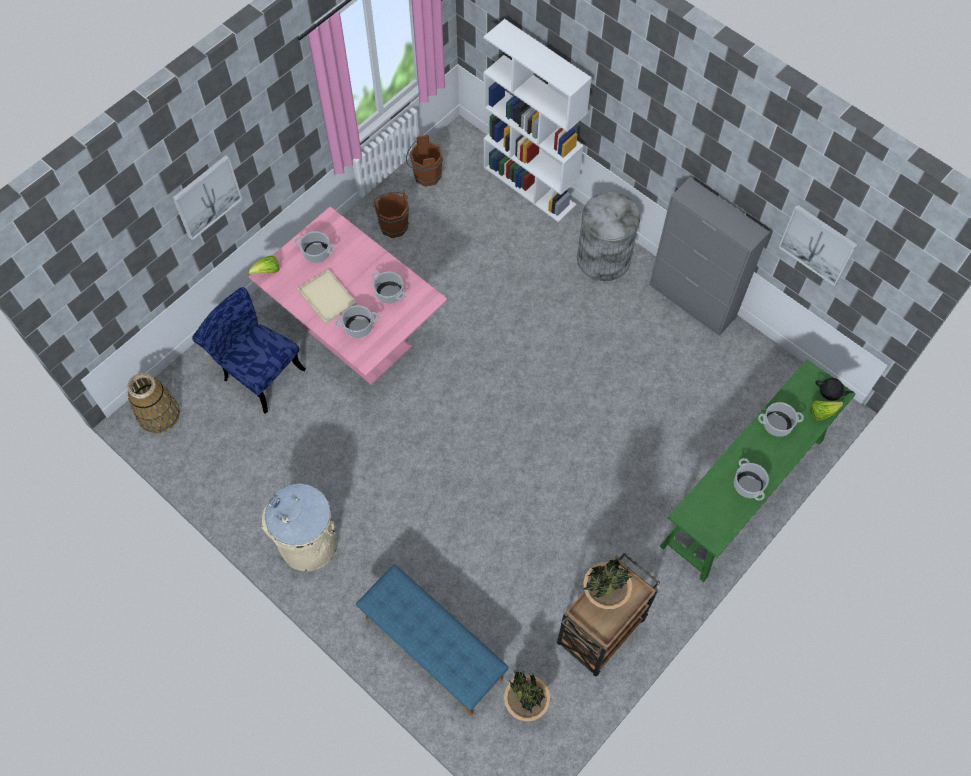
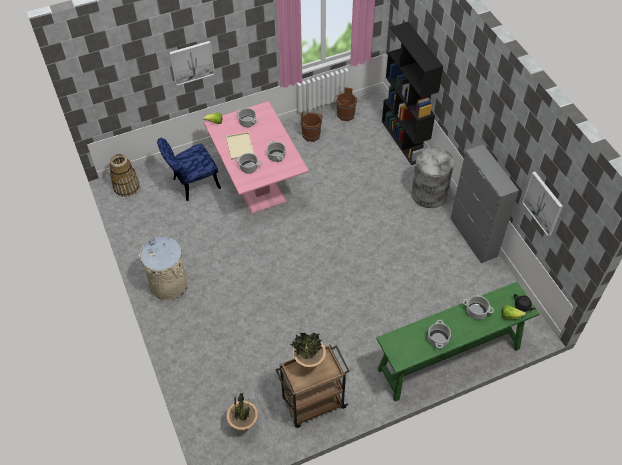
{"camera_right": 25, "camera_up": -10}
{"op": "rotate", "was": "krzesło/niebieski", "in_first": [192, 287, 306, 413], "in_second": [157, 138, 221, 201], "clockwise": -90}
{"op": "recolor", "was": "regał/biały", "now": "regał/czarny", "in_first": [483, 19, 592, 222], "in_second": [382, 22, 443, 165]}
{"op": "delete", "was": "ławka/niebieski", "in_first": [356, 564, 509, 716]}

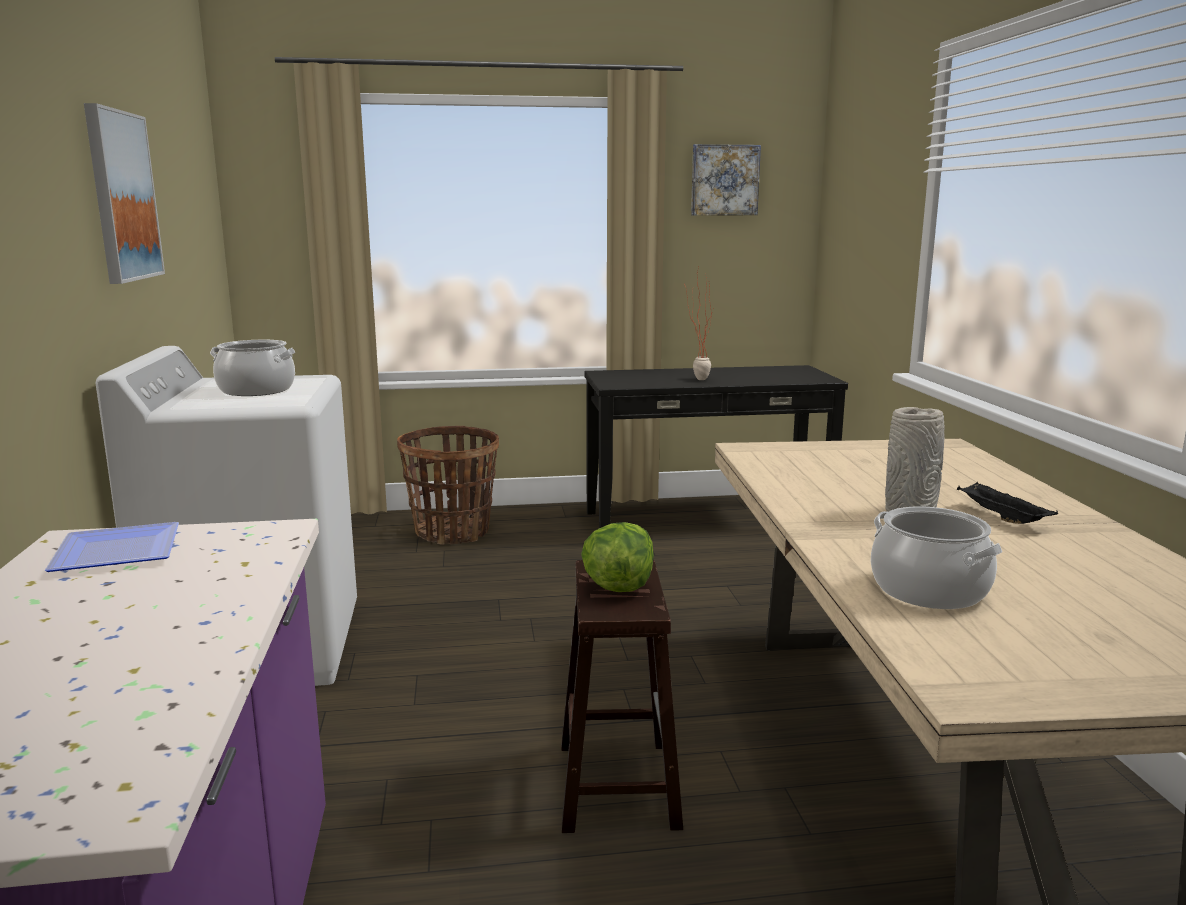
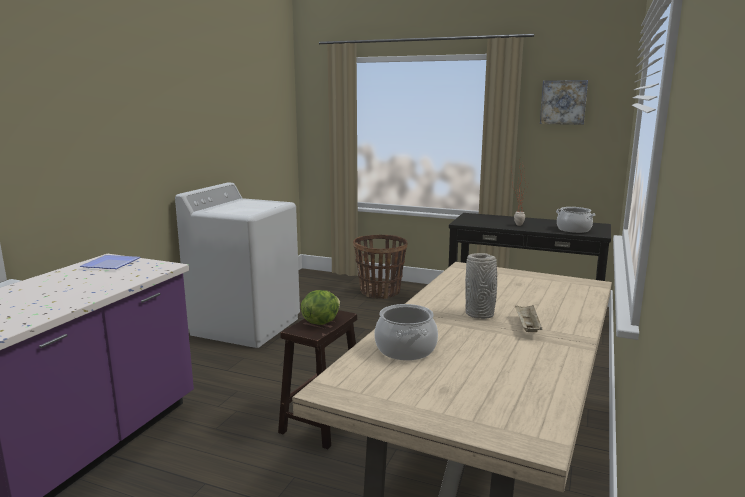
{"camera_right": 30, "camera_up": 0}
{"op": "recolor", "was": "taca/czarny", "now": "taca/beżowy", "in_first": [957, 482, 1058, 524], "in_second": [515, 305, 542, 332]}
{"op": "move", "was": "garnek", "in_first": [210, 340, 296, 396], "in_second": [556, 207, 595, 233]}
{"op": "delete", "was": "obraz", "in_first": [84, 103, 165, 284]}

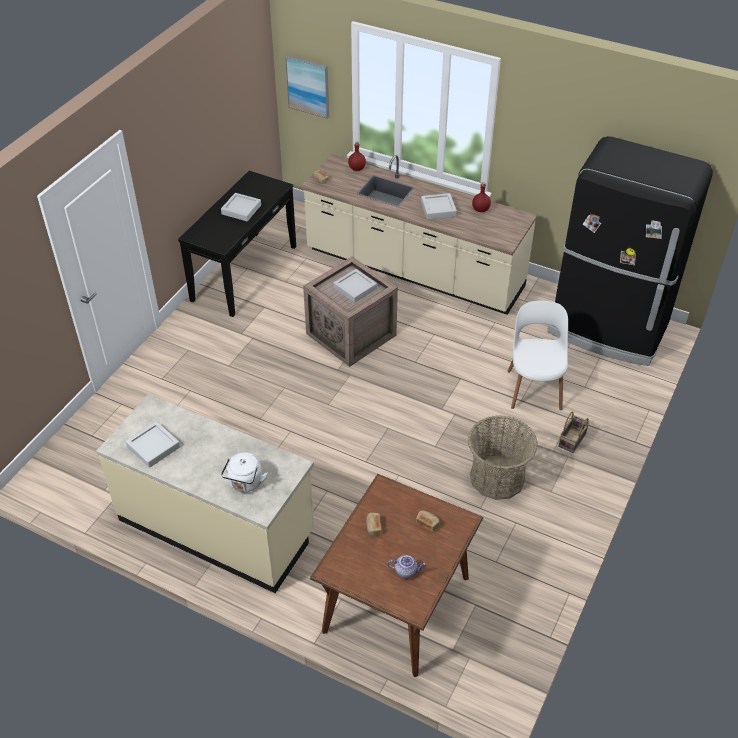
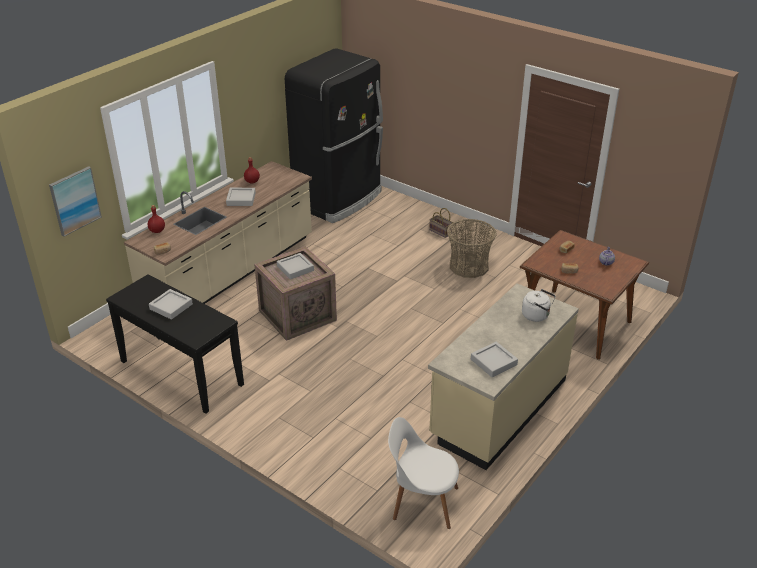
{"camera_right": -80, "camera_up": -10}
{"op": "move", "was": "krzesło/biały", "in_first": [508, 301, 568, 410], "in_second": [388, 417, 459, 529]}

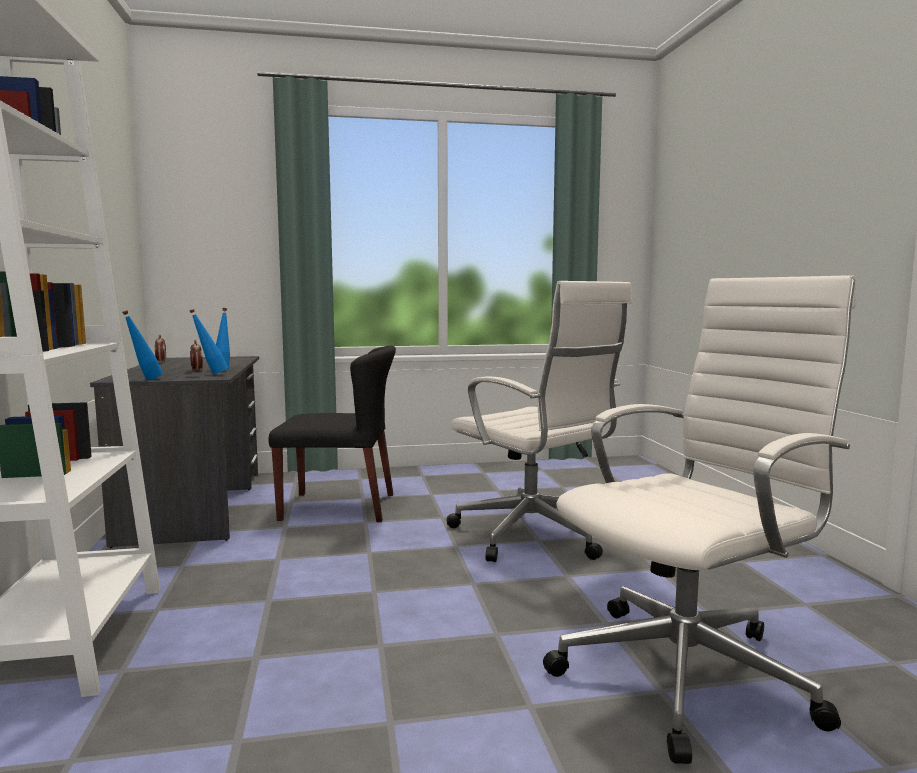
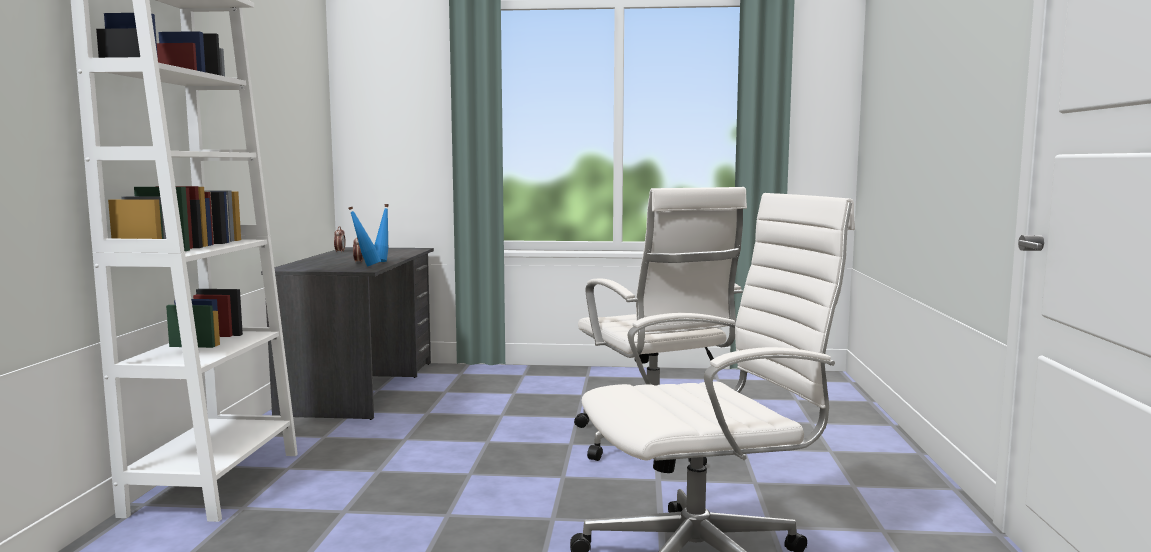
{"camera_right": 15, "camera_up": 0}
{"op": "delete", "was": "butelka/niebieski", "in_first": [122, 310, 163, 380]}
{"op": "delete", "was": "krzesło/czarny", "in_first": [268, 346, 396, 522]}

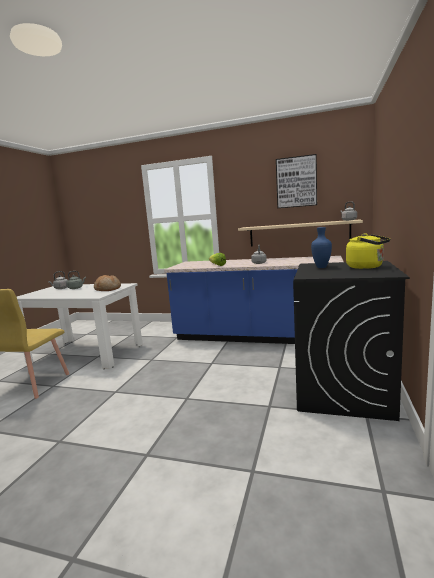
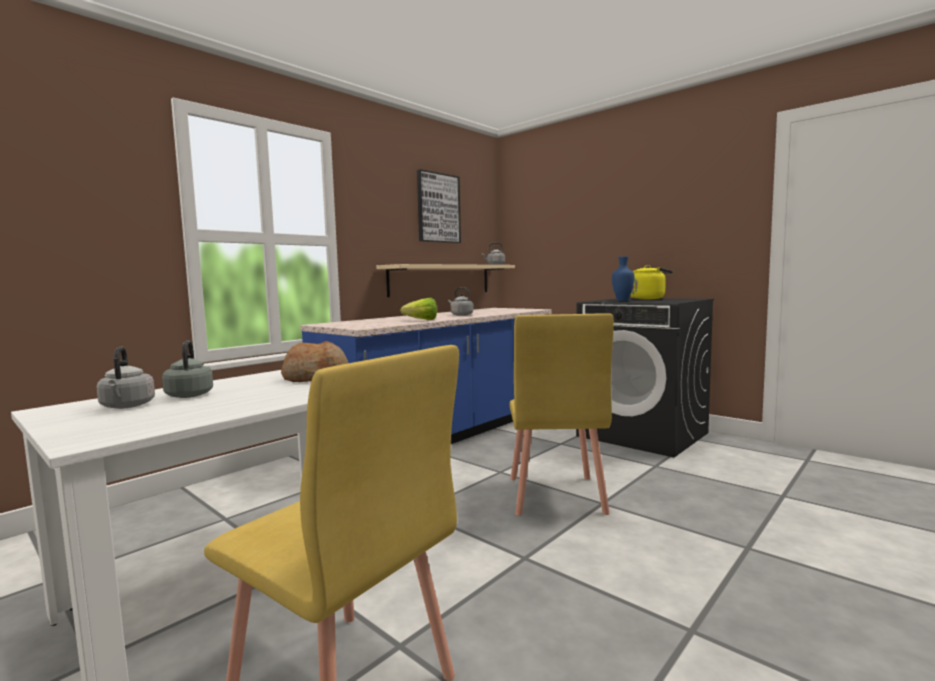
{"camera_right": -65, "camera_up": -5}
{"op": "insert", "now": "krzesło/żółty", "in_second": [509, 313, 614, 516]}

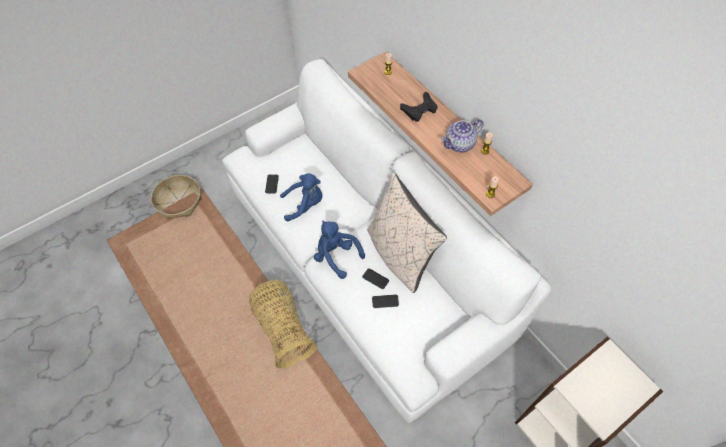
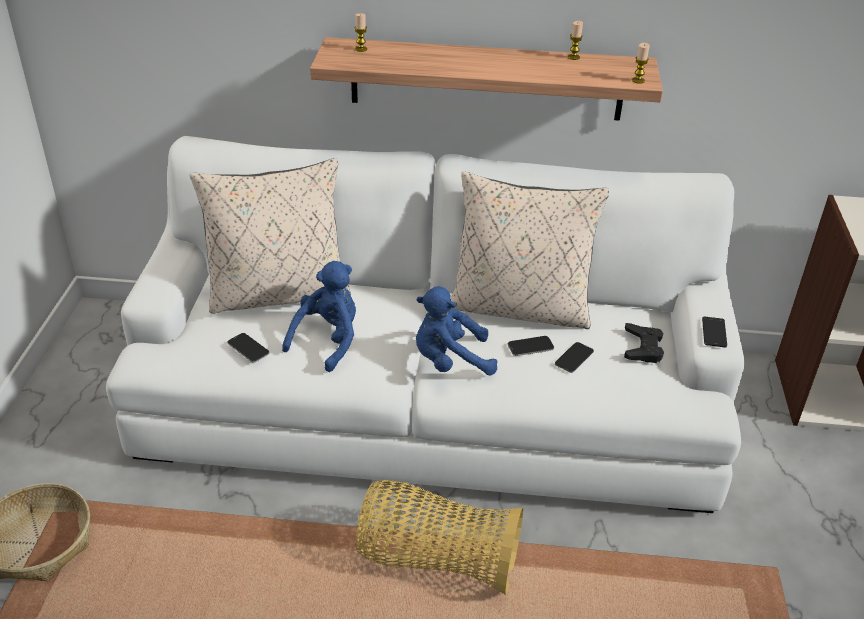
{"camera_right": -50, "camera_up": -20}
{"op": "insert", "now": "poduszka/beżowy", "in_second": [190, 158, 350, 314]}
{"op": "move", "was": "pad do gier/czarny", "in_first": [400, 92, 438, 122], "in_second": [624, 323, 664, 363]}
{"op": "insert", "now": "telefon", "in_second": [702, 316, 727, 348]}
{"op": "delete", "was": "imbryk", "in_first": [441, 119, 484, 152]}

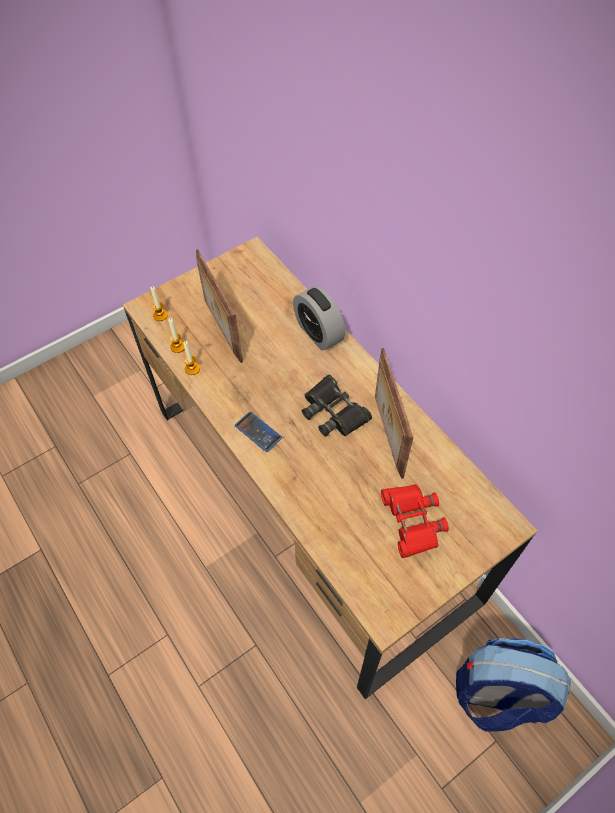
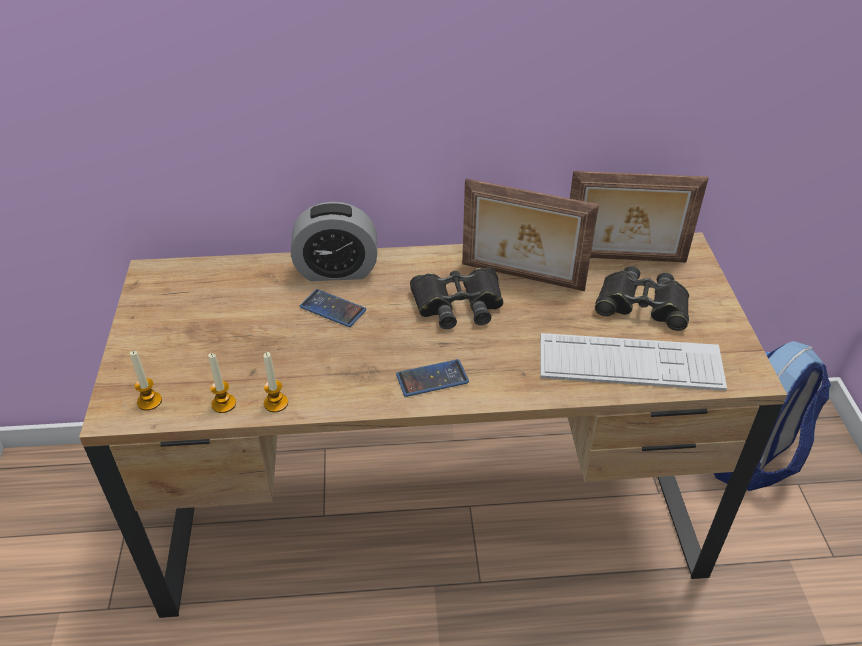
{"camera_right": -60, "camera_up": -15}
{"op": "insert", "now": "telefon", "in_second": [300, 289, 366, 327]}
{"op": "insert", "now": "klawiatura", "in_second": [540, 333, 727, 391]}
{"op": "move", "was": "ramka na zdjęcie", "in_first": [196, 249, 243, 363], "in_second": [570, 171, 709, 262]}
{"op": "recolor", "was": "lornetka/czerwony", "now": "lornetka/czarny", "in_first": [381, 484, 449, 558], "in_second": [595, 266, 689, 331]}

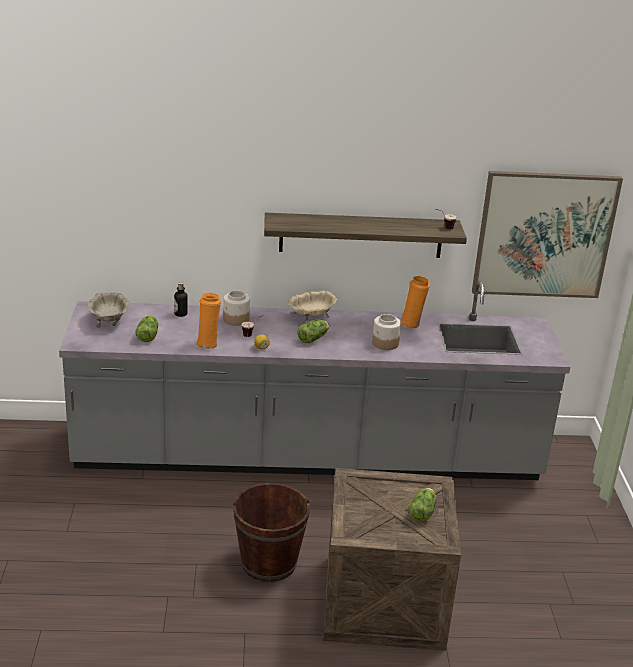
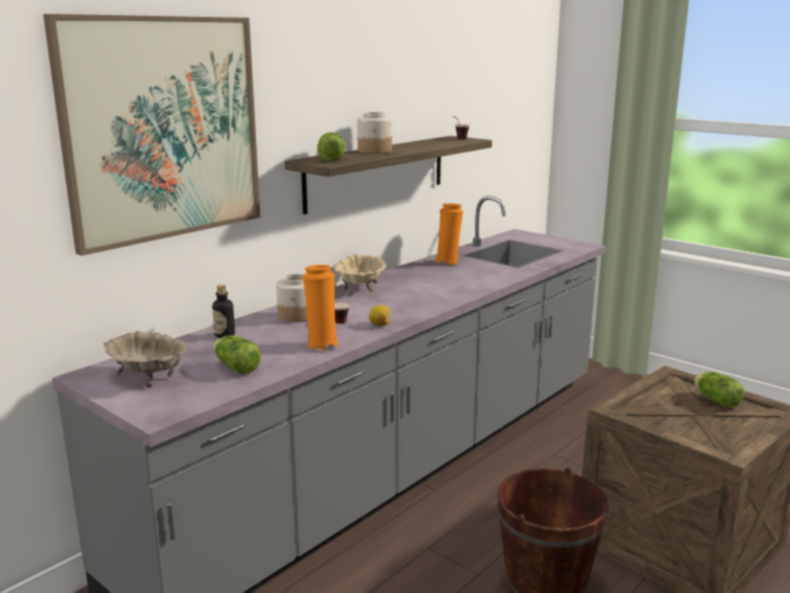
{"camera_right": -45, "camera_up": -10}
{"op": "move", "was": "obraz", "in_first": [472, 171, 623, 298], "in_second": [43, 14, 260, 256]}
{"op": "move", "was": "sałata", "in_first": [297, 320, 329, 343], "in_second": [317, 132, 346, 162]}
{"op": "move", "was": "słoik", "in_first": [372, 314, 401, 350], "in_second": [357, 112, 392, 154]}

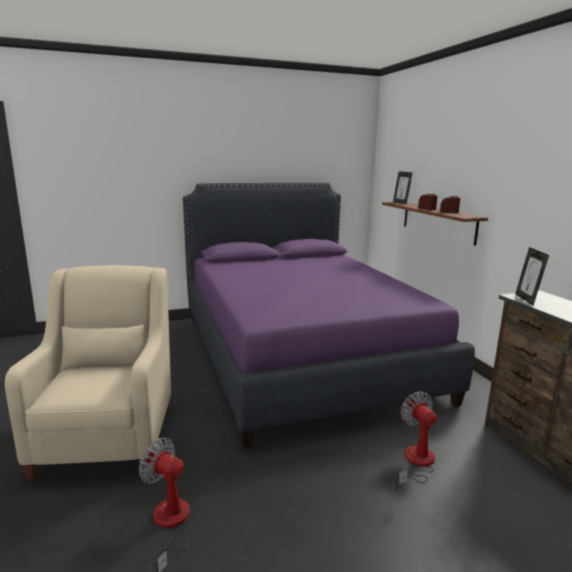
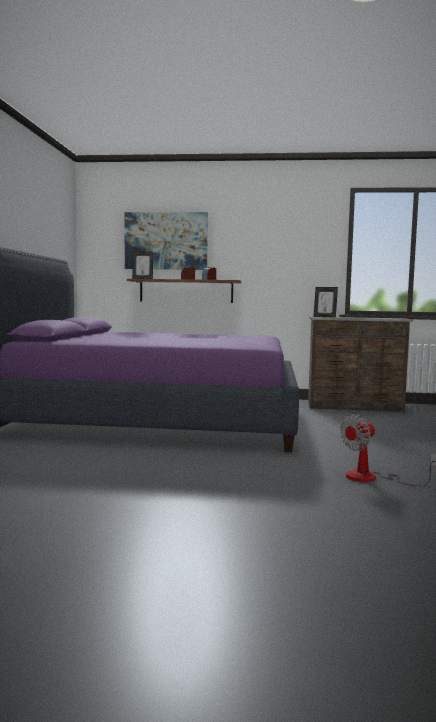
{"camera_right": -65, "camera_up": -10}
{"op": "insert", "now": "obraz", "in_second": [125, 212, 208, 270]}
{"op": "delete", "was": "fotel/beżowy", "in_first": [5, 265, 171, 480]}
{"op": "delete", "was": "wentylator", "in_first": [393, 391, 437, 492]}

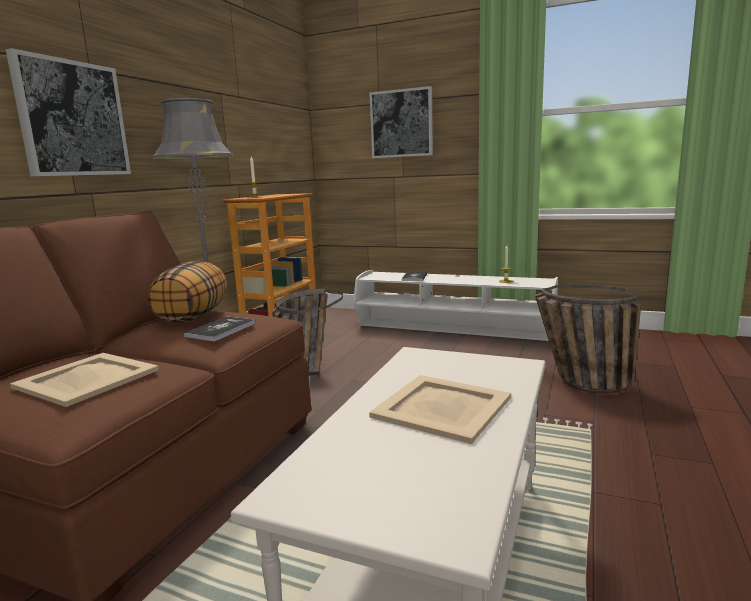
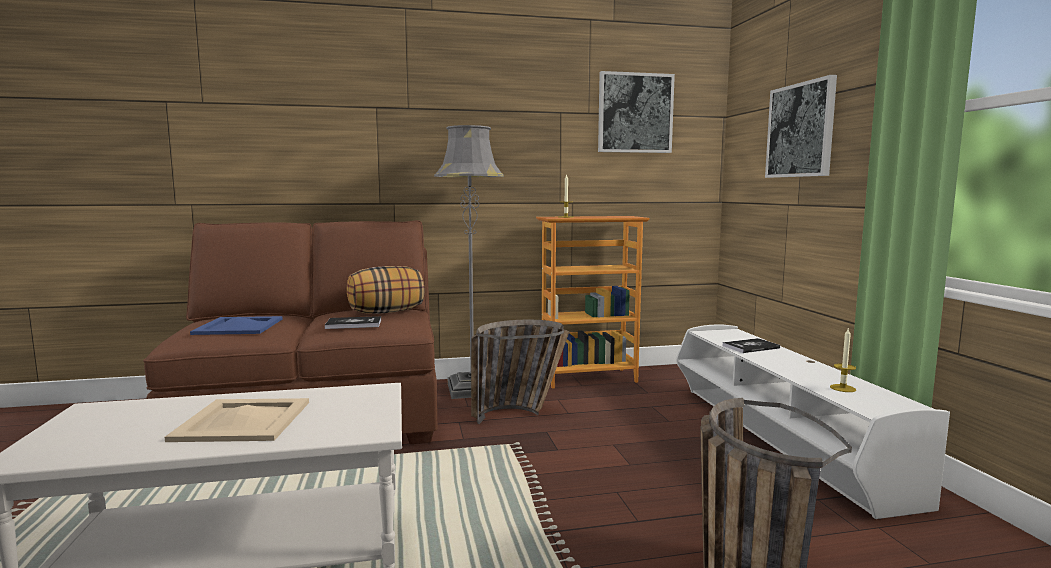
{"camera_right": 55, "camera_up": -5}
{"op": "recolor", "was": "taca/beżowy", "now": "taca/niebieski", "in_first": [10, 353, 159, 407], "in_second": [190, 316, 283, 335]}
{"op": "move", "was": "obraz", "in_first": [6, 48, 131, 176], "in_second": [598, 71, 675, 153]}

